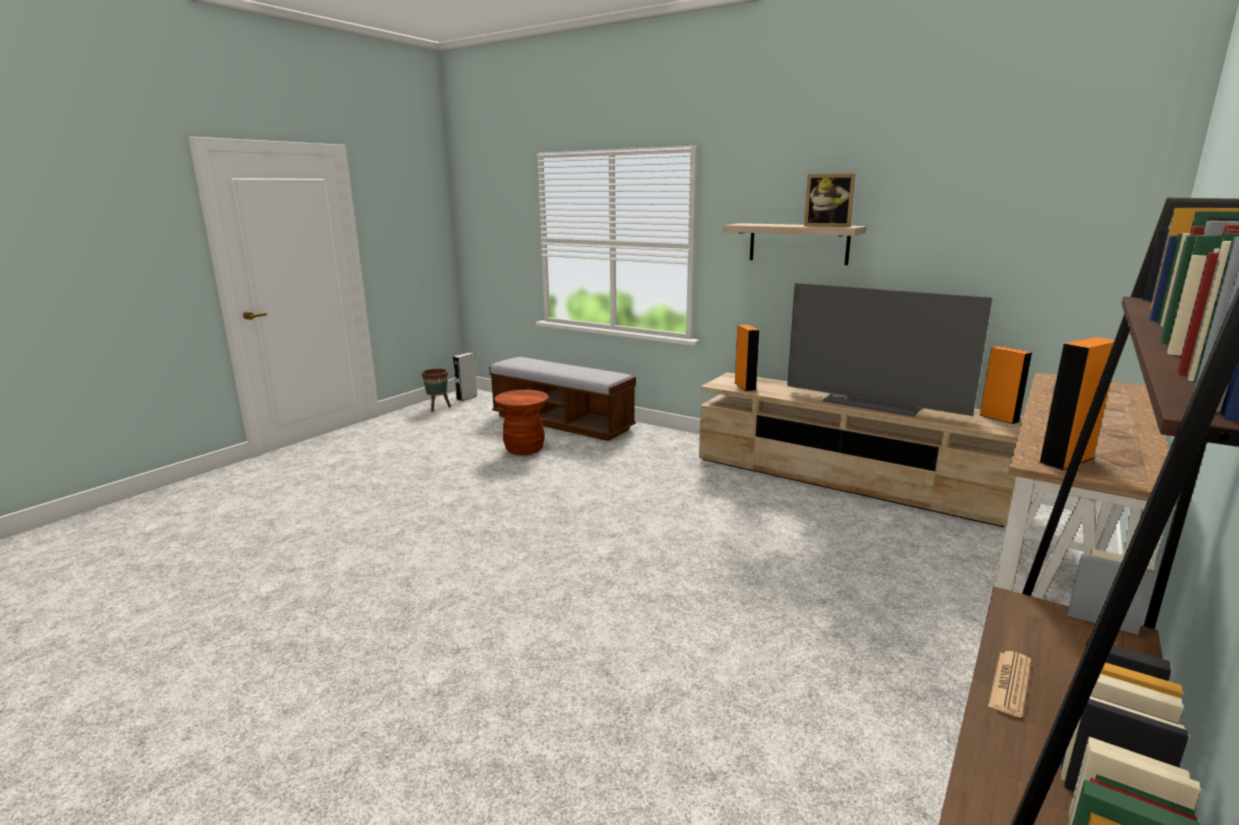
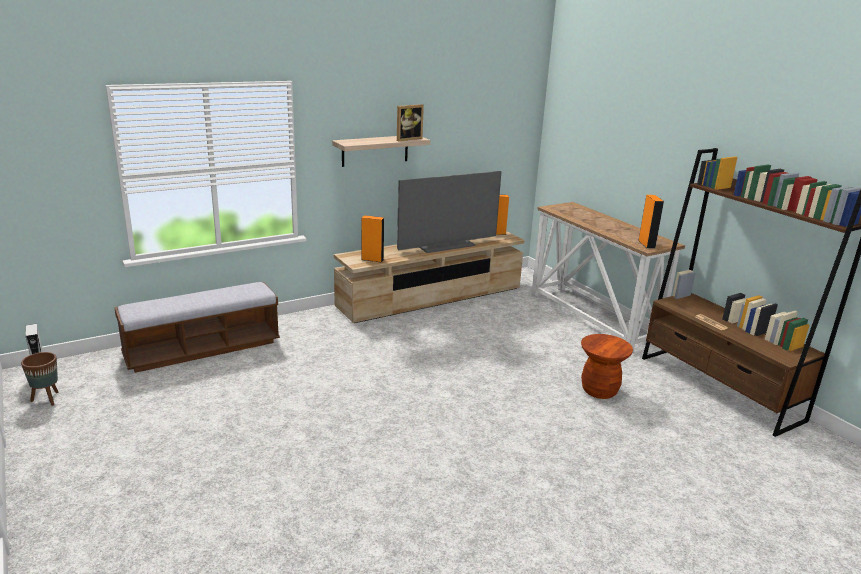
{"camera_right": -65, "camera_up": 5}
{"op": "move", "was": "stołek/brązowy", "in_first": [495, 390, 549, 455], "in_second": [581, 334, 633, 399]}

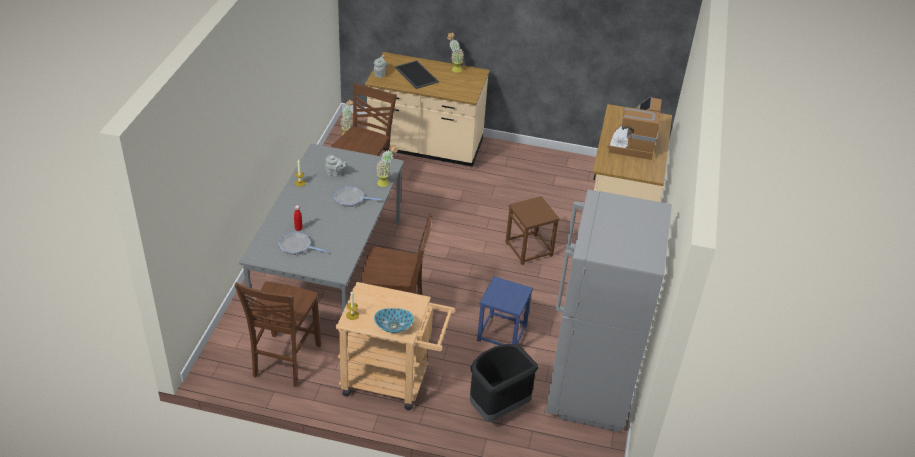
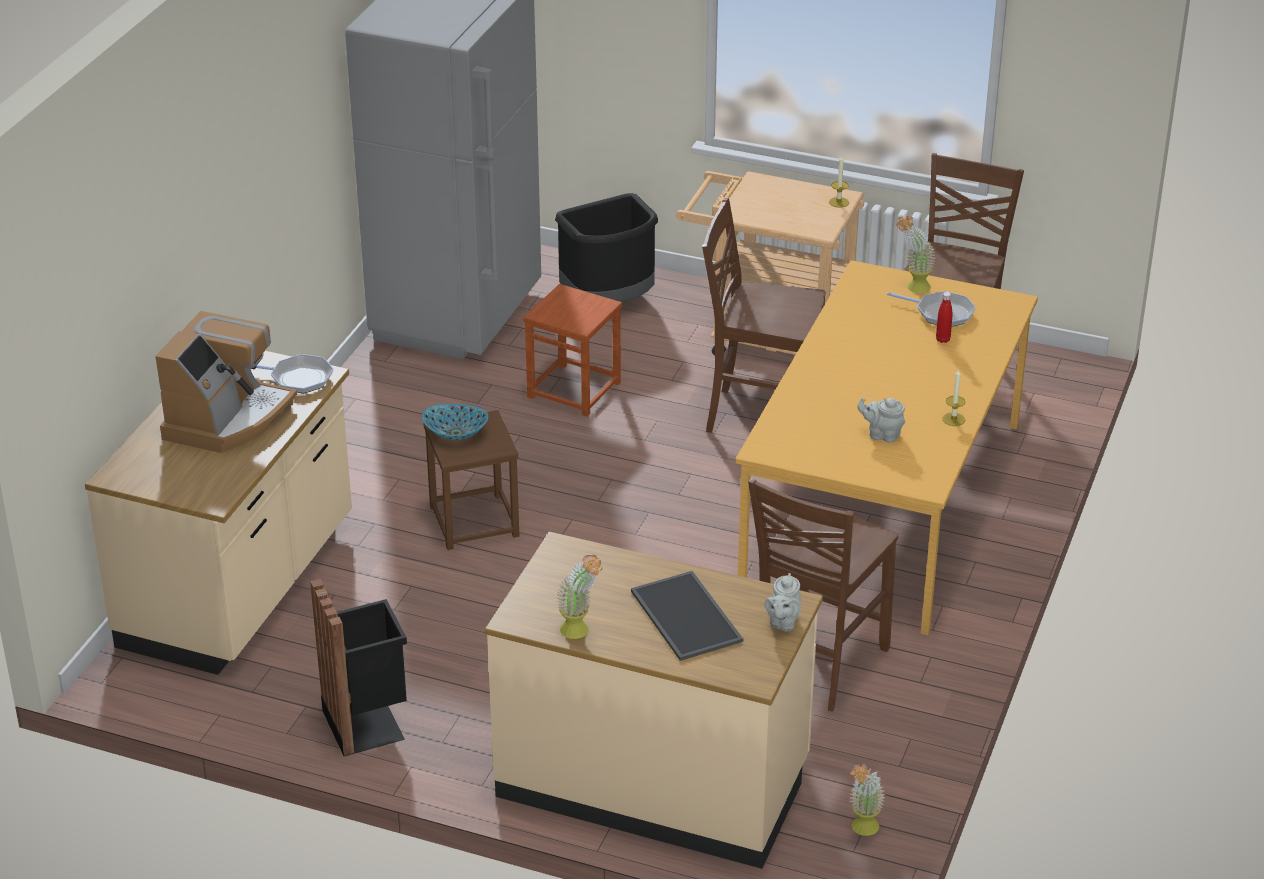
{"camera_right": -170, "camera_up": -5}
{"op": "move", "was": "patelnia", "in_first": [334, 186, 382, 207], "in_second": [256, 354, 333, 393]}
{"op": "insert", "now": "kosz na śmieci/czarny", "in_second": [310, 579, 407, 756]}
{"op": "move", "was": "miska", "in_first": [374, 308, 414, 333], "in_second": [422, 404, 488, 440]}
{"op": "recolor", "was": "stołek/niebieski", "now": "stołek/brązowy", "in_first": [477, 276, 533, 345], "in_second": [523, 284, 622, 417]}
{"op": "recolor", "was": "stół jadalny/szary", "now": "stół jadalny/pomarańczowy", "in_first": [239, 144, 404, 335], "in_second": [735, 260, 1038, 635]}
{"op": "move", "was": "roślina doniczkowa", "in_first": [376, 145, 398, 187], "in_second": [896, 214, 935, 293]}

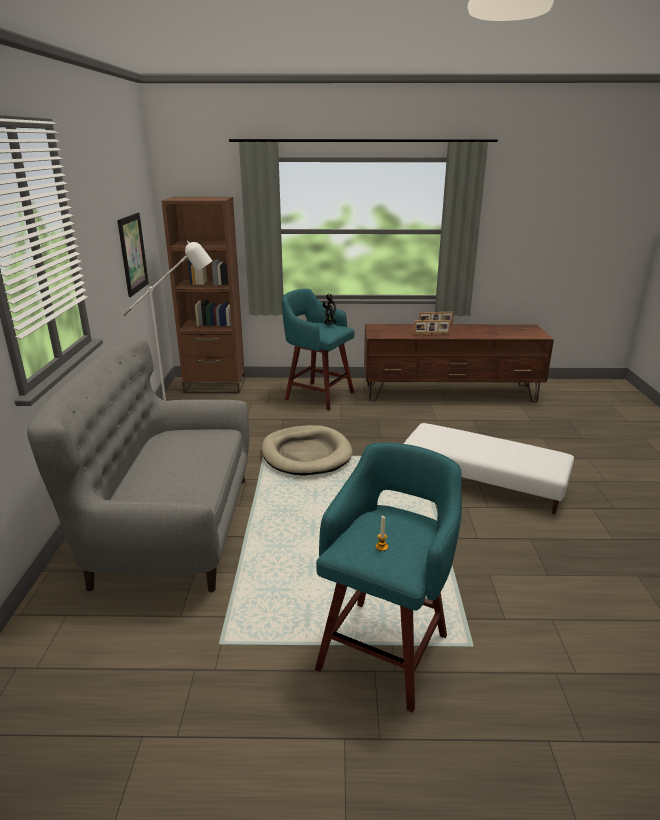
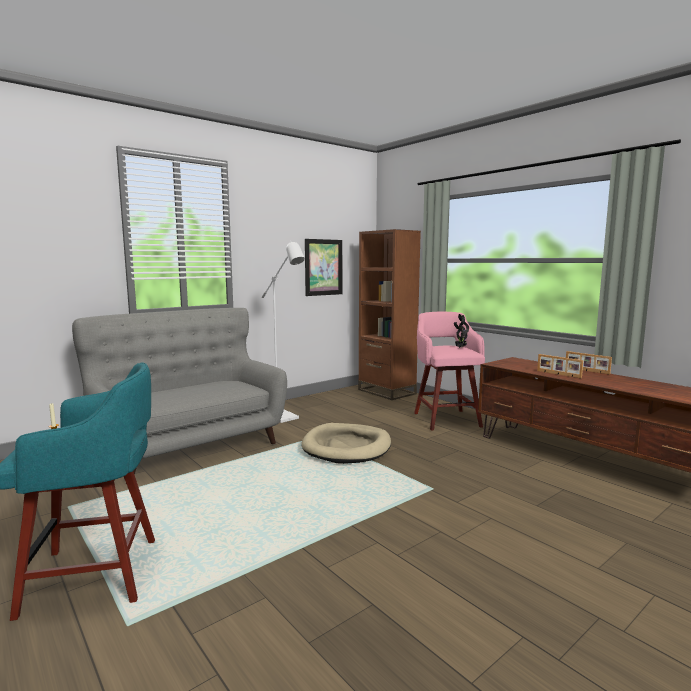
{"camera_right": 50, "camera_up": -15}
{"op": "recolor", "was": "stołek/turkusowy", "now": "stołek/różowy", "in_first": [282, 289, 355, 411], "in_second": [414, 312, 485, 430]}
{"op": "delete", "was": "pufa/biały", "in_first": [404, 423, 574, 514]}

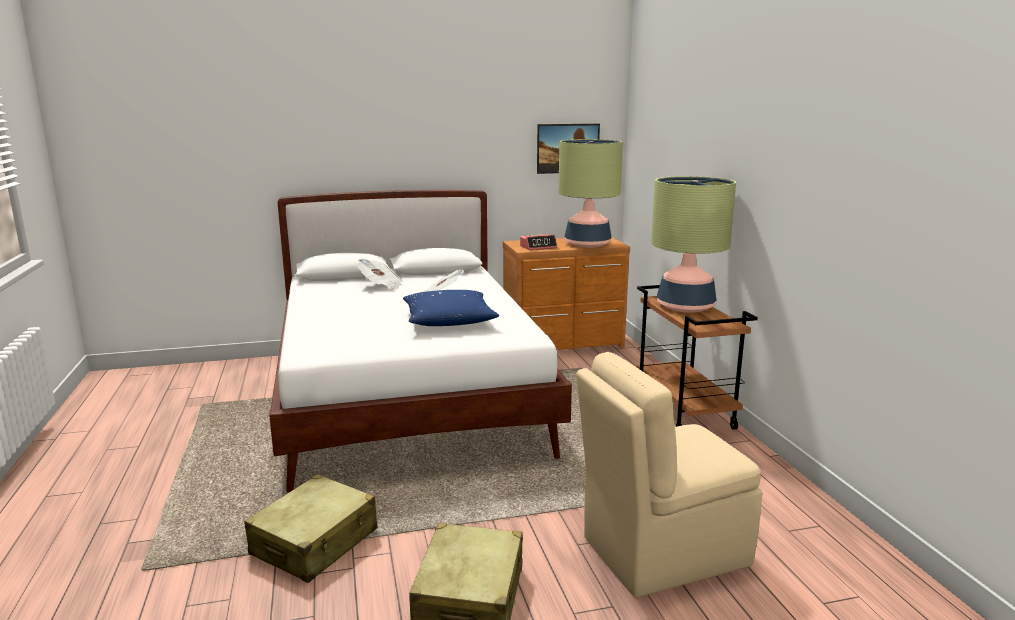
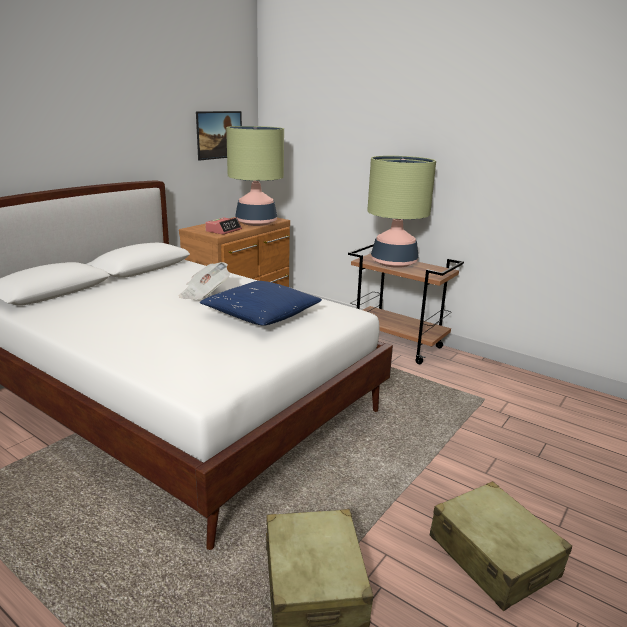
{"camera_right": -40, "camera_up": 5}
{"op": "delete", "was": "gazeta", "in_first": [357, 259, 403, 290]}
{"op": "delete", "was": "krzesło/beżowy", "in_first": [576, 352, 762, 598]}

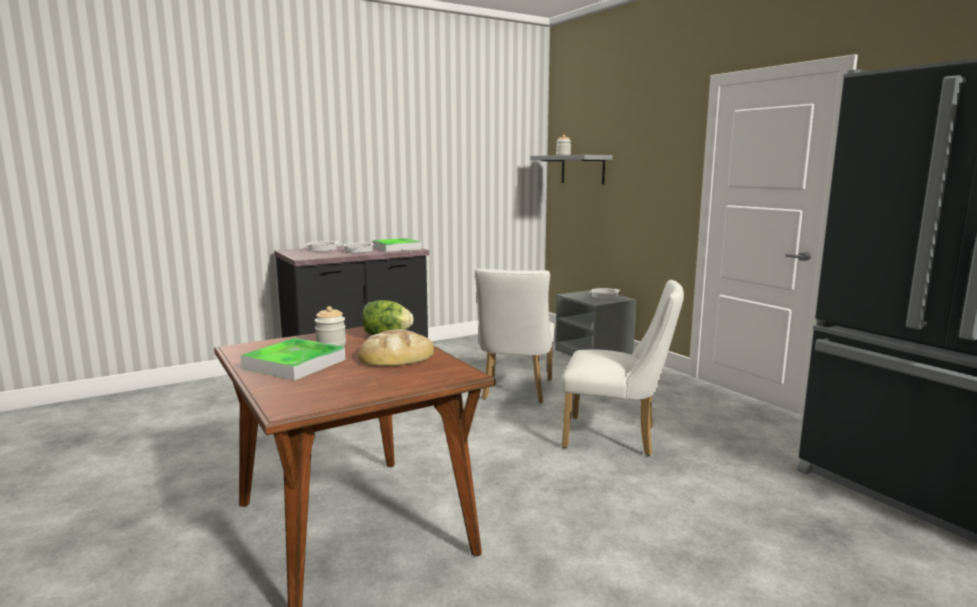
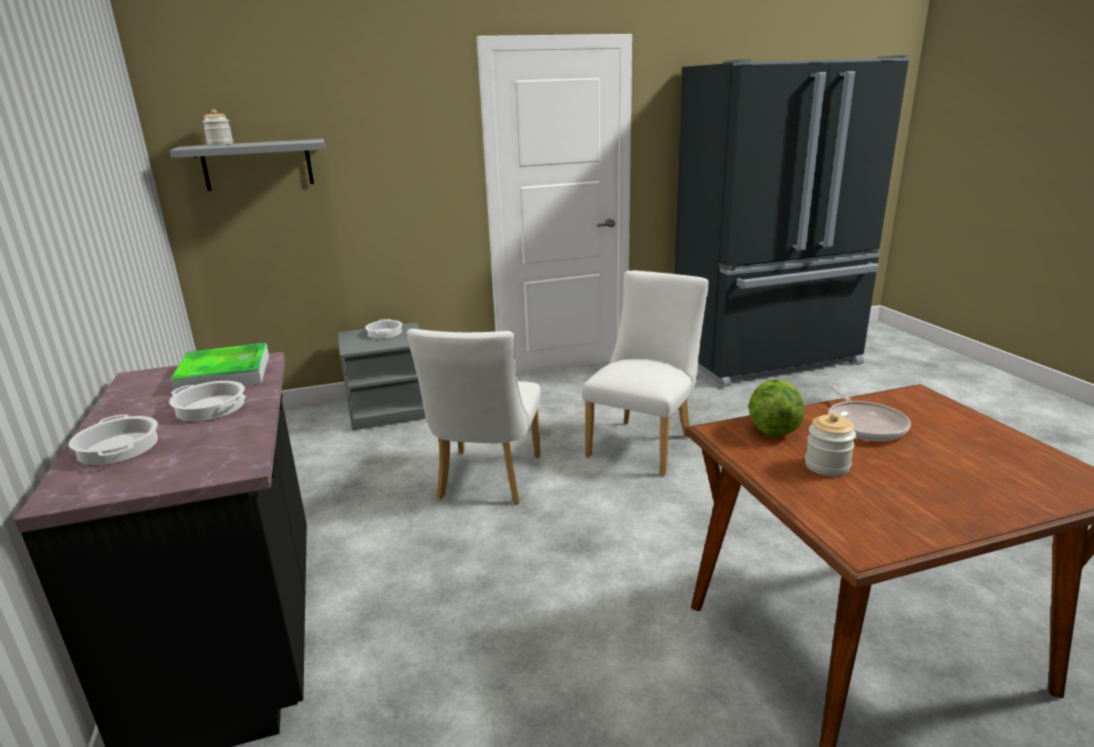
{"camera_right": -75, "camera_up": 10}
{"op": "rotate", "was": "krzesło/biały", "in_first": [475, 268, 555, 403], "in_second": [407, 329, 541, 504], "clockwise": 75}
{"op": "replace", "was": "chleb", "now": "patelnia", "in_first": [358, 329, 434, 366], "in_second": [828, 384, 911, 441]}
{"op": "delete", "was": "taca", "in_first": [240, 338, 345, 381]}

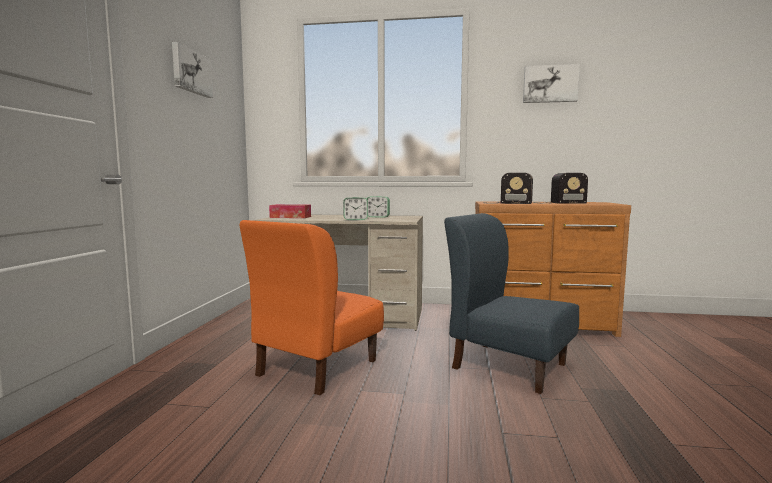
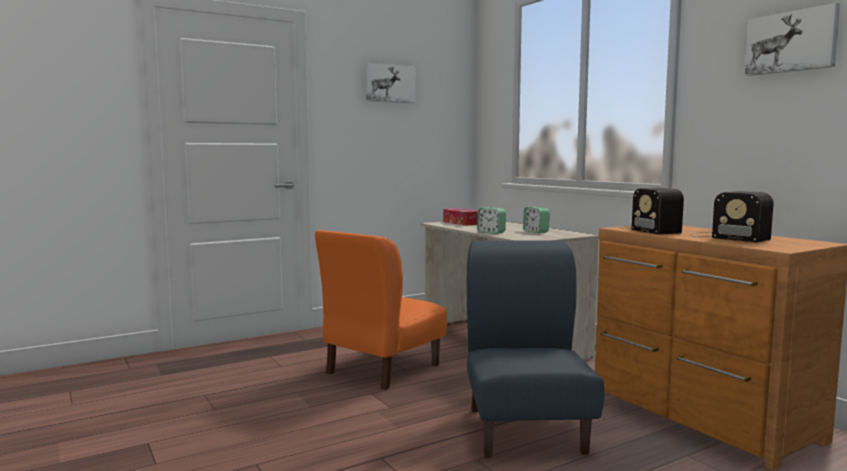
{"camera_right": 50, "camera_up": 0}
{"op": "rotate", "was": "krzesło/pomarańczowy", "in_first": [240, 220, 384, 395], "in_second": [315, 230, 447, 390], "clockwise": -45}

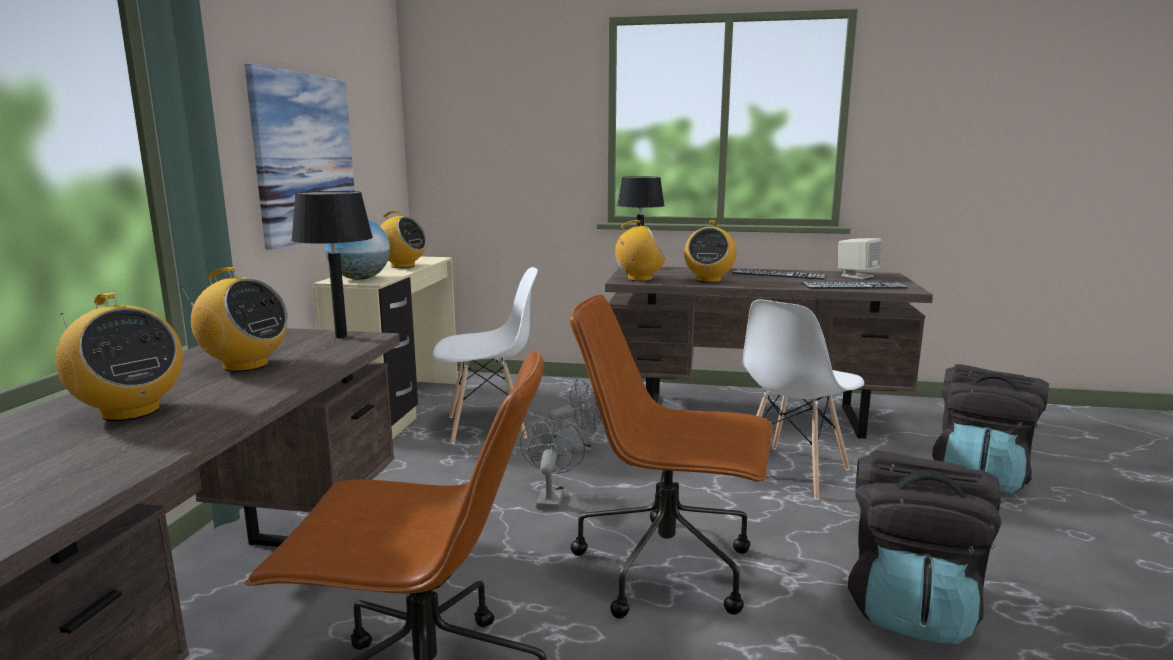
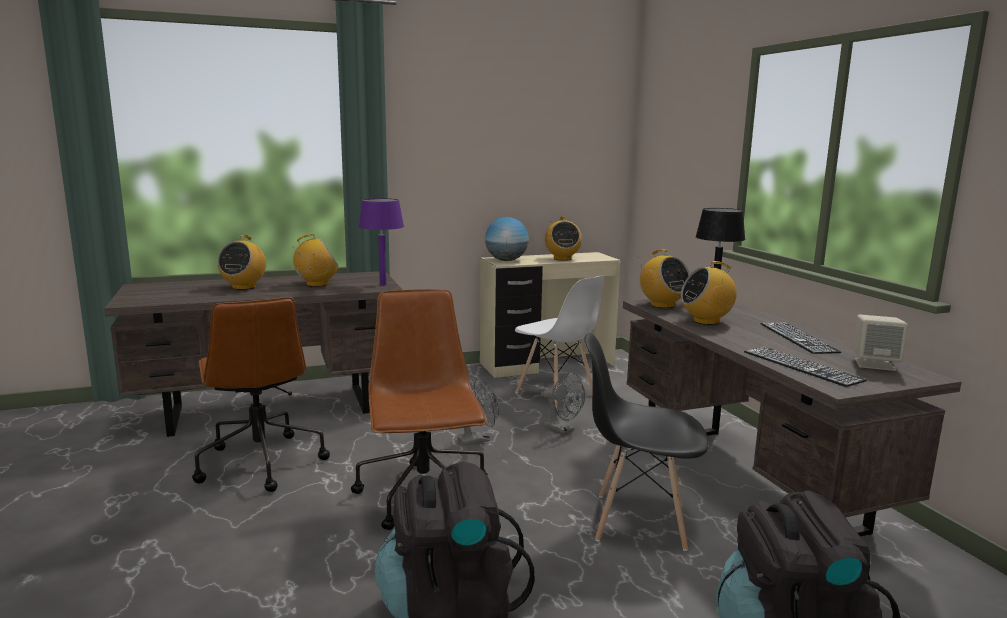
{"camera_right": 60, "camera_up": 0}
{"op": "rotate", "was": "radio", "in_first": [181, 267, 288, 372], "in_second": [293, 234, 339, 287], "clockwise": -105}
{"op": "recolor", "was": "lampa stołowa/czarny", "now": "lampa stołowa/fioletowy", "in_first": [291, 191, 373, 338], "in_second": [359, 198, 404, 285]}
{"op": "recolor", "was": "krzesło/biały", "now": "krzesło/czarny", "in_first": [743, 299, 864, 500], "in_second": [584, 333, 709, 551]}
{"op": "delete", "was": "obraz", "in_first": [244, 63, 355, 250]}

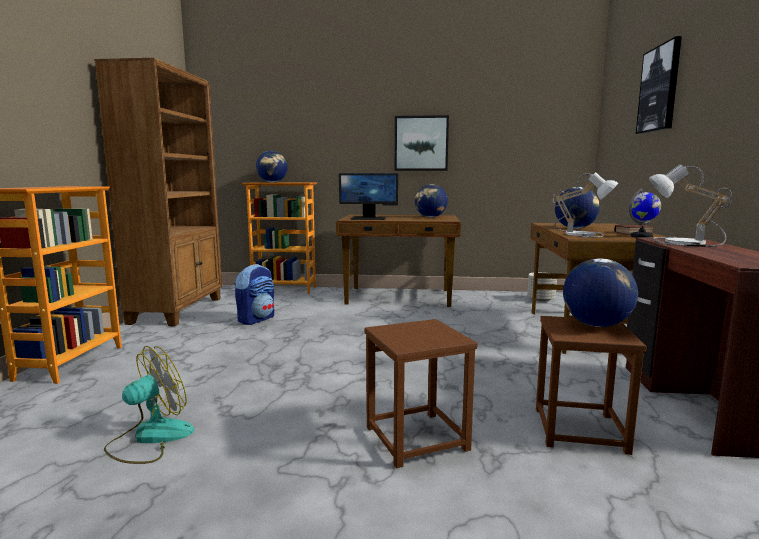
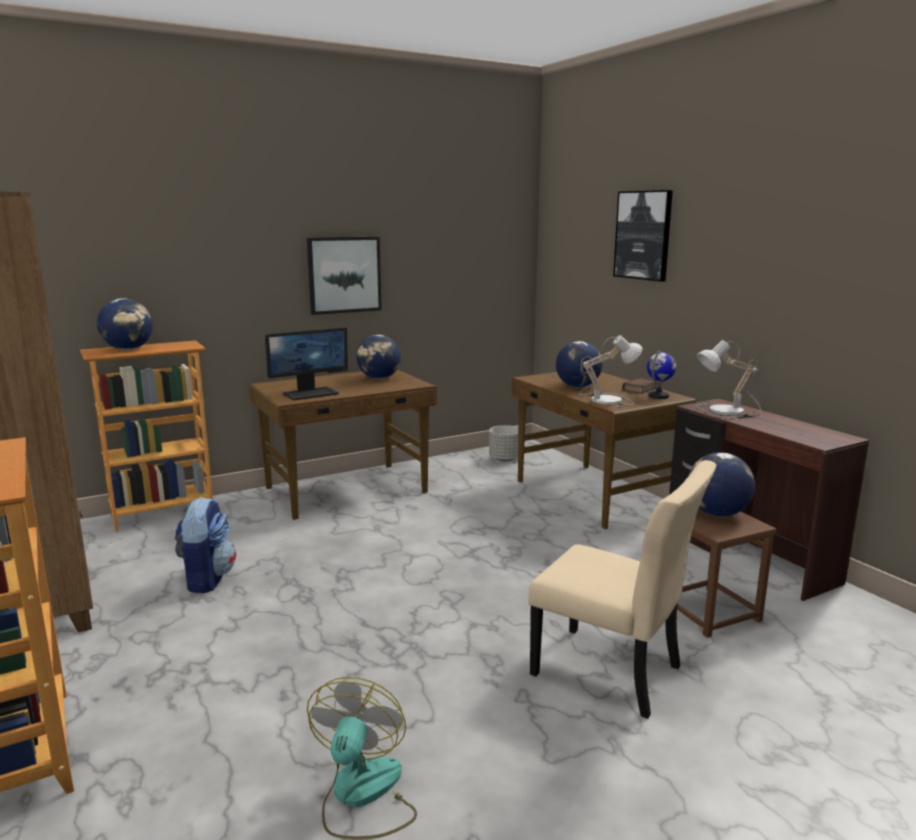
{"camera_right": -35, "camera_up": 5}
{"op": "replace", "was": "stołek/brązowy", "now": "krzesło/beżowy", "in_first": [364, 319, 478, 468], "in_second": [528, 460, 716, 719]}

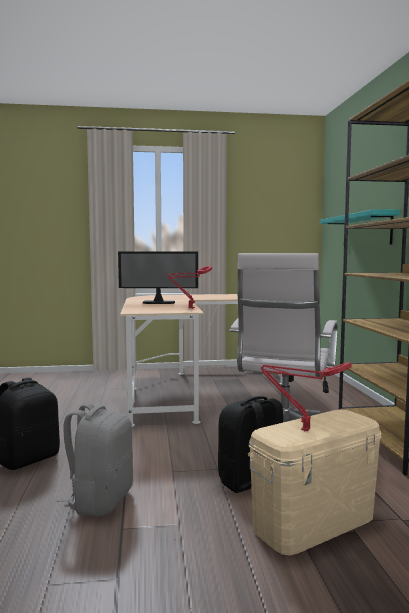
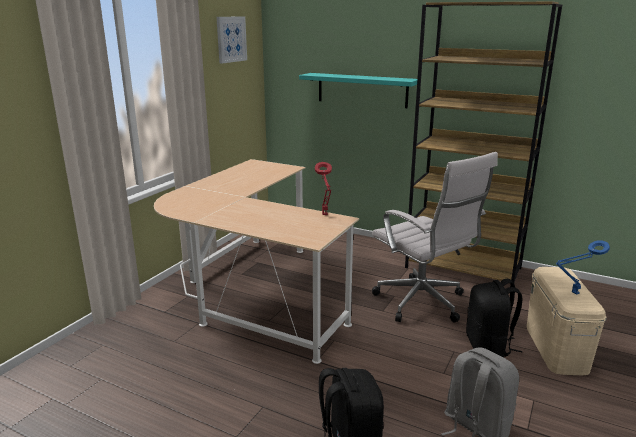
{"camera_right": -55, "camera_up": 15}
{"op": "insert", "now": "obraz", "in_second": [216, 16, 247, 64]}
{"op": "recolor", "was": "lampa stołowa/czerwony", "now": "lampa stołowa/niebieski", "in_first": [261, 362, 352, 432], "in_second": [556, 240, 610, 295]}
{"op": "delete", "was": "monitor", "in_first": [118, 252, 198, 304]}

